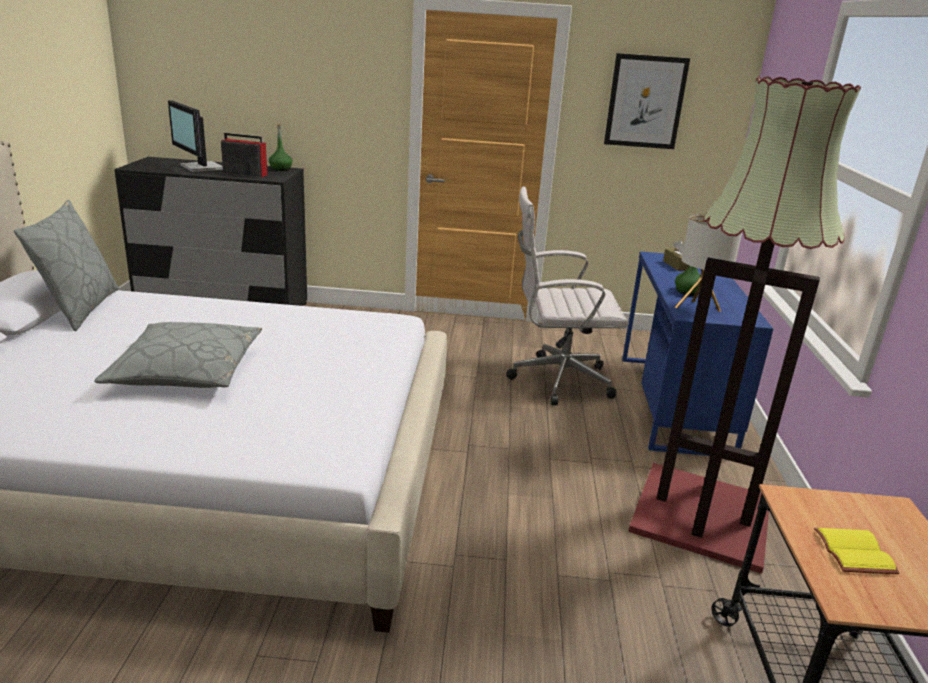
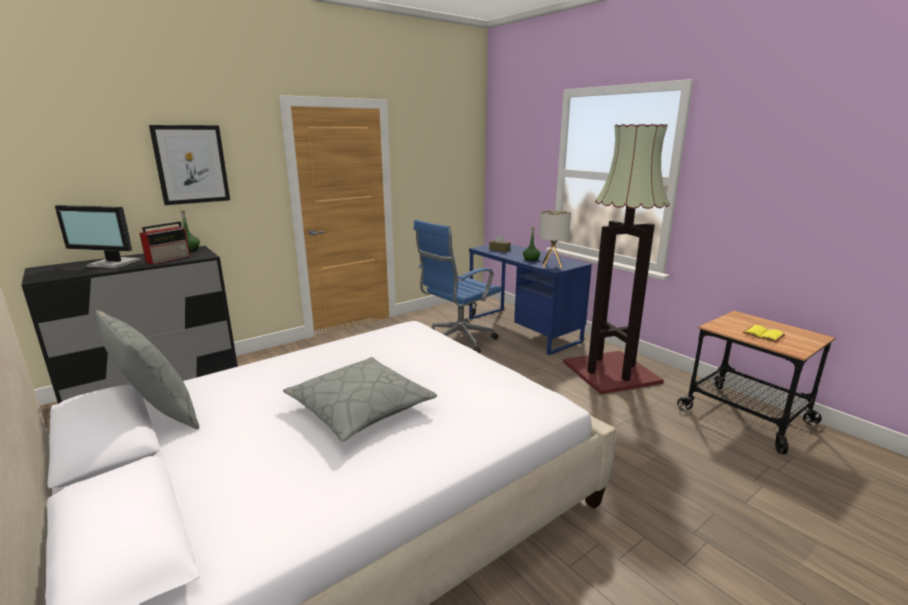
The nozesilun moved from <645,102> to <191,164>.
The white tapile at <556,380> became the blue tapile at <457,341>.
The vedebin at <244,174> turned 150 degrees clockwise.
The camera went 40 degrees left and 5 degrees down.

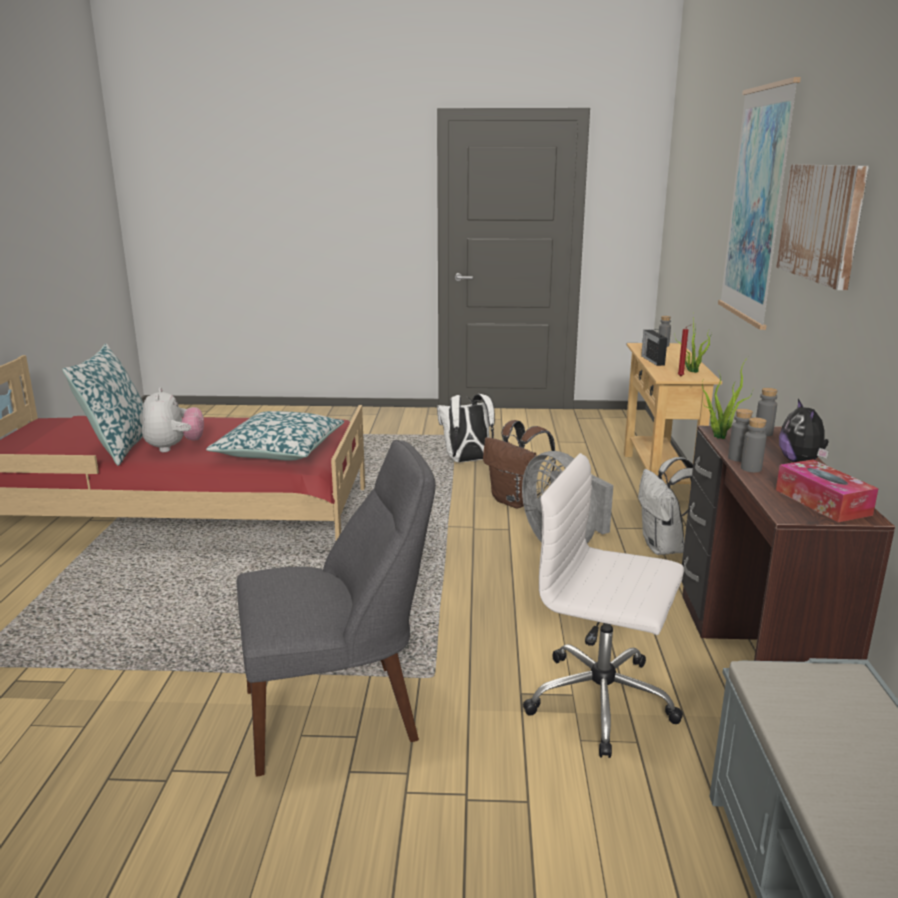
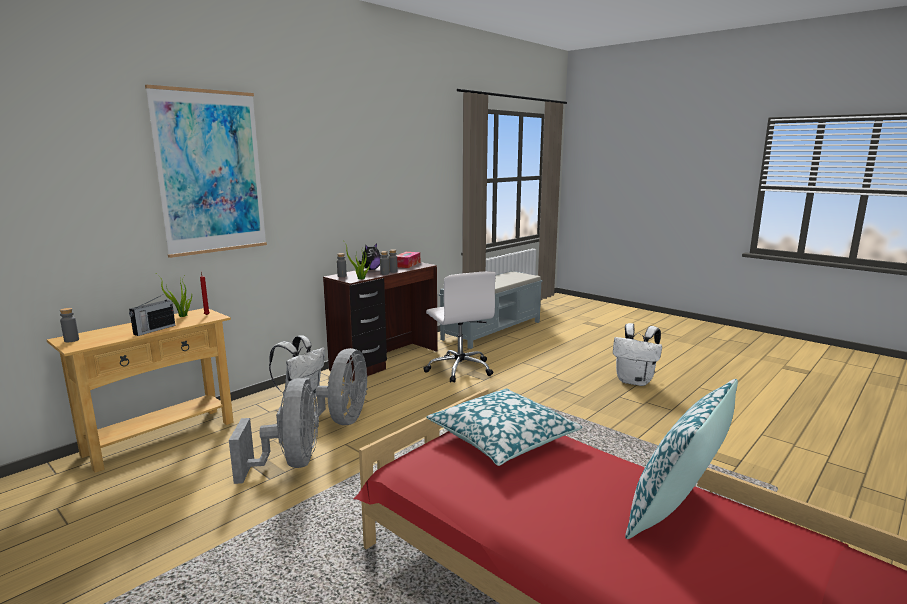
The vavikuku at <174,447> disappeared.
The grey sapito at <339,714> disappeared.
The nozesilun at <821,222> disappeared.
The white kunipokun moved from <467,461> to <635,381>.
The brown kunipokun at <516,501> was replaced by the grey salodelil at <290,463>.
The camera went 140 degrees left and 5 degrees down.

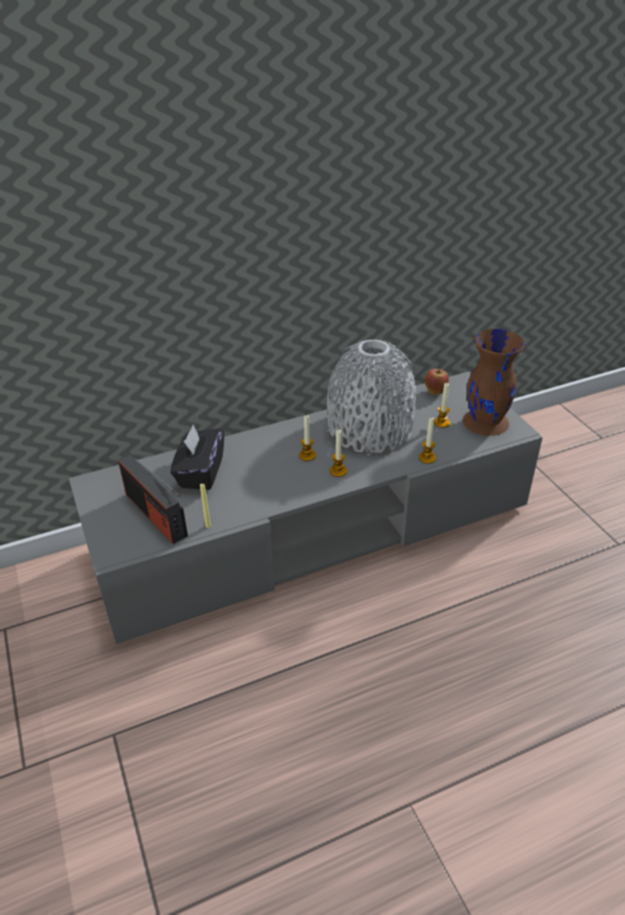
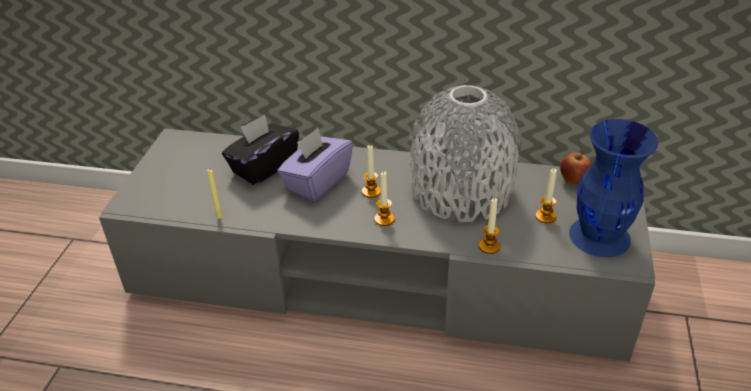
The vedebin at <156,515> disappeared.
The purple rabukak at <317,181> appeared.
The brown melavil at <486,421> became the blue melavil at <600,237>.
The camera went 35 degrees right and 0 degrees up.

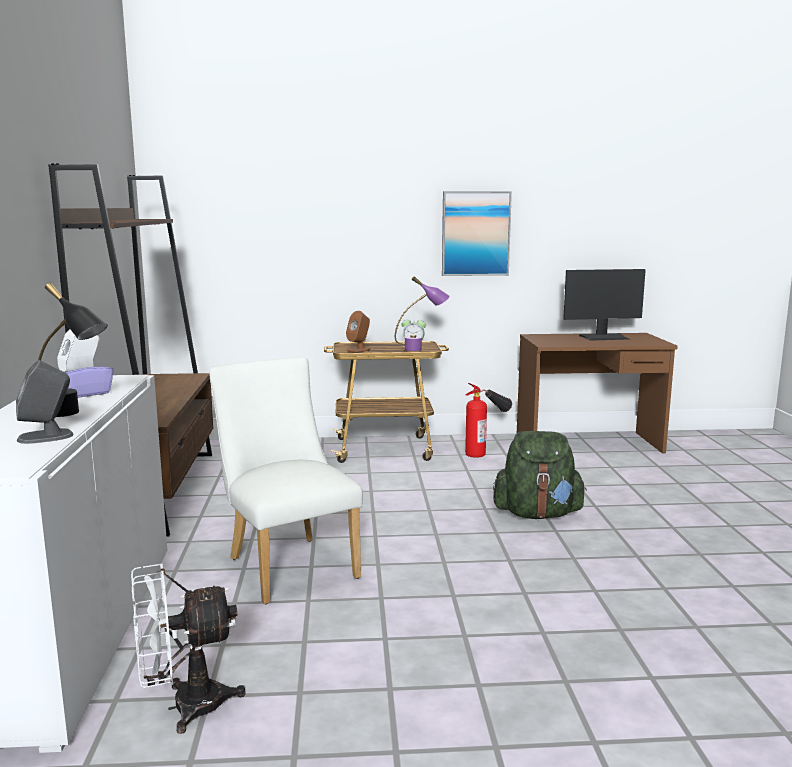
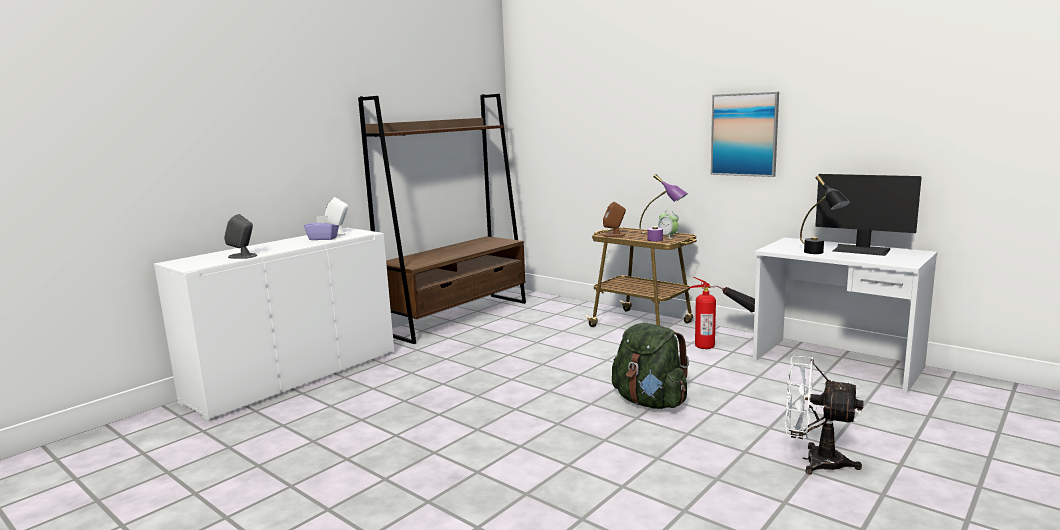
The white sapito at <287,564> disappeared.
The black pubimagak moved from <73,414> to <820,254>.
The white salodelil moved from <184,707> to <814,461>.
The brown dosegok at <588,444> became the white dosegok at <835,364>.
The camera went 45 degrees right and 0 degrees up.

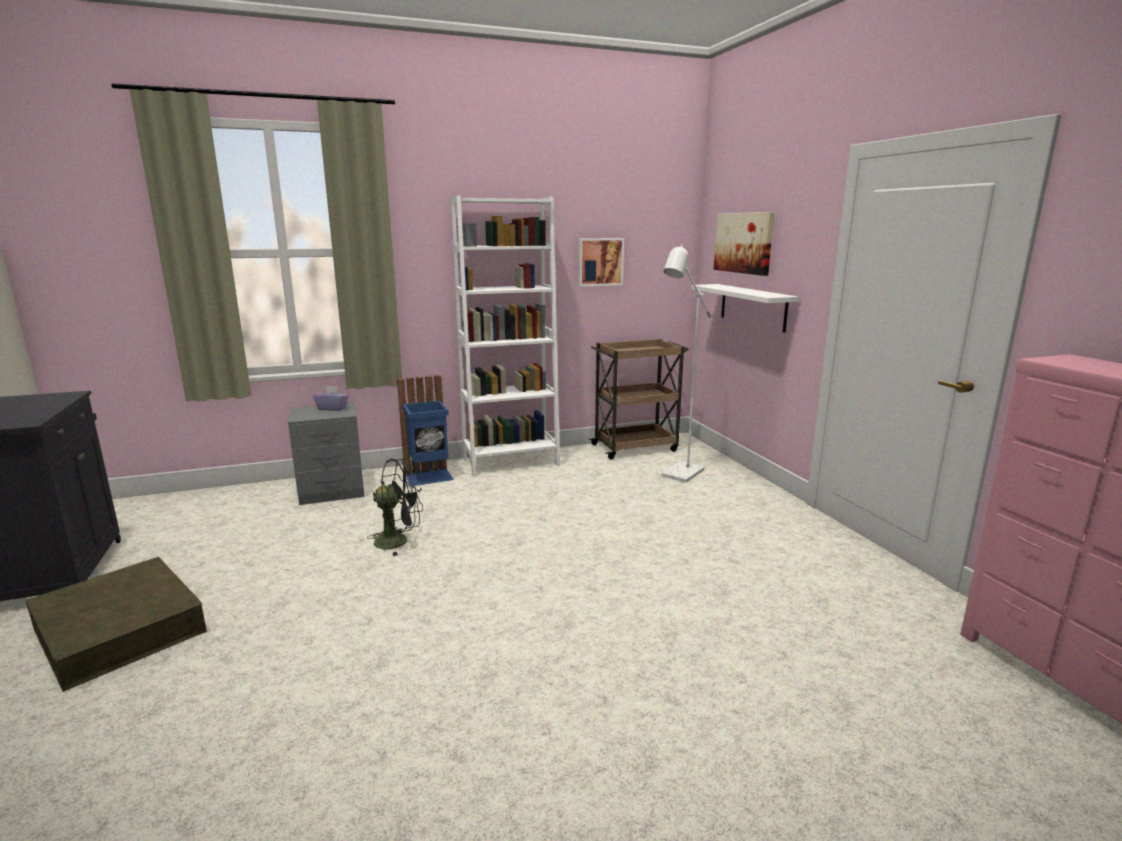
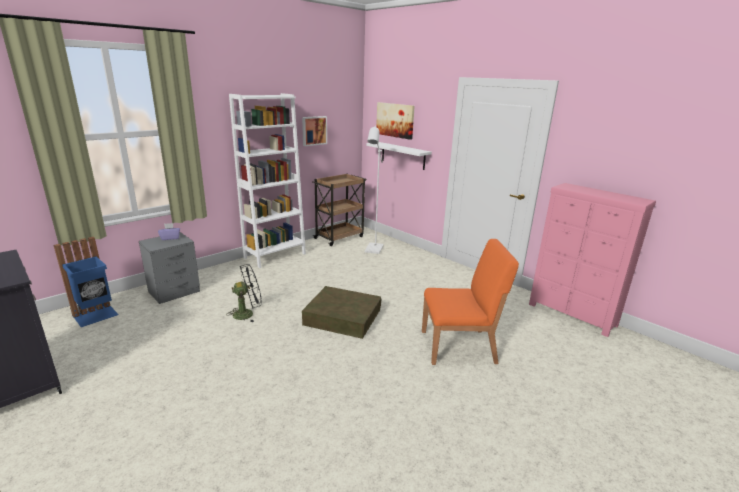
The orange sapito at <459,347> appeared.
The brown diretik moved from <120,630> to <342,317>.
The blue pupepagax moved from <429,477> to <96,316>.
The camera went 25 degrees left and 5 degrees up.

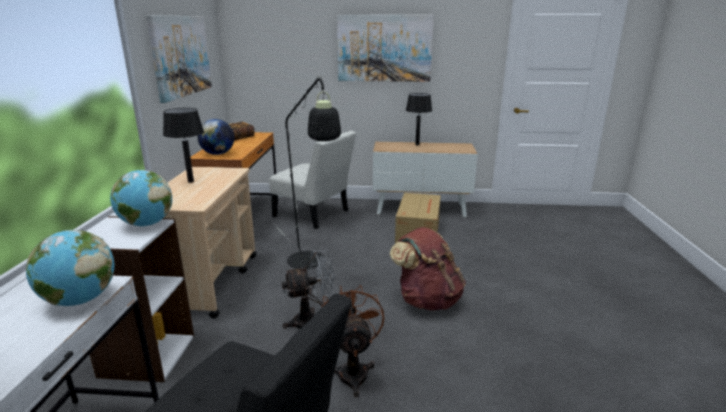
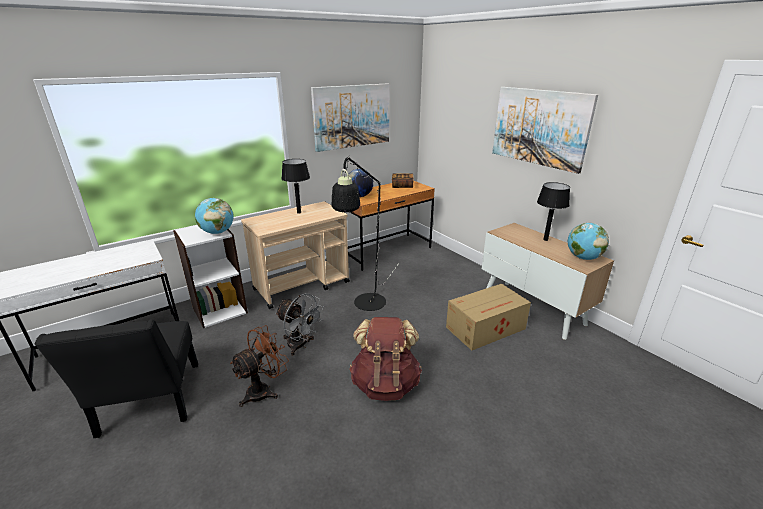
The white sapito at <314,215> disappeared.
The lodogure moved from <80,300> to <583,258>.
The camera went 50 degrees right and 5 degrees up.

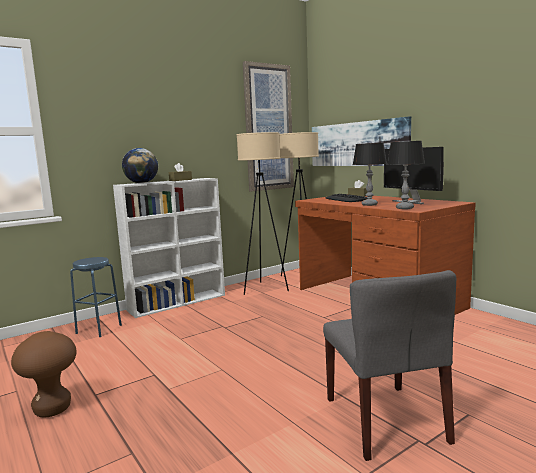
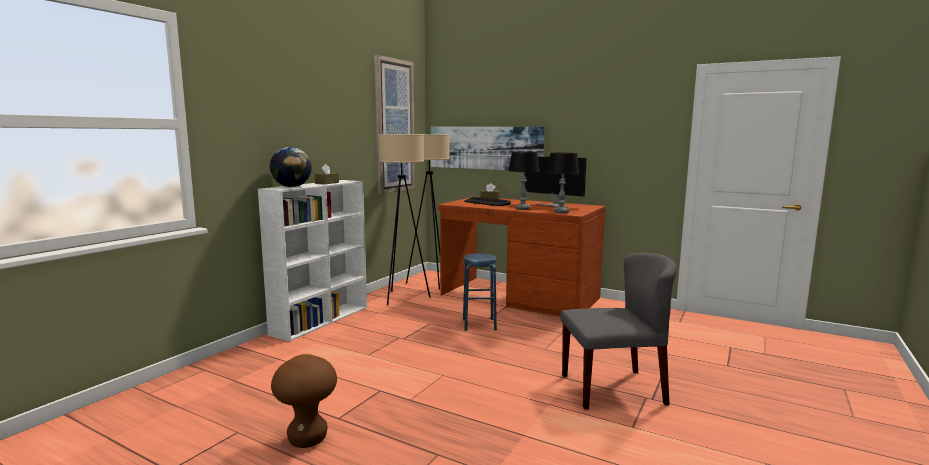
The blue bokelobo moved from <98,329> to <479,324>.
The grey sapito at <386,420> turned 60 degrees counterclockwise.
The camera went 25 degrees left and 0 degrees up.

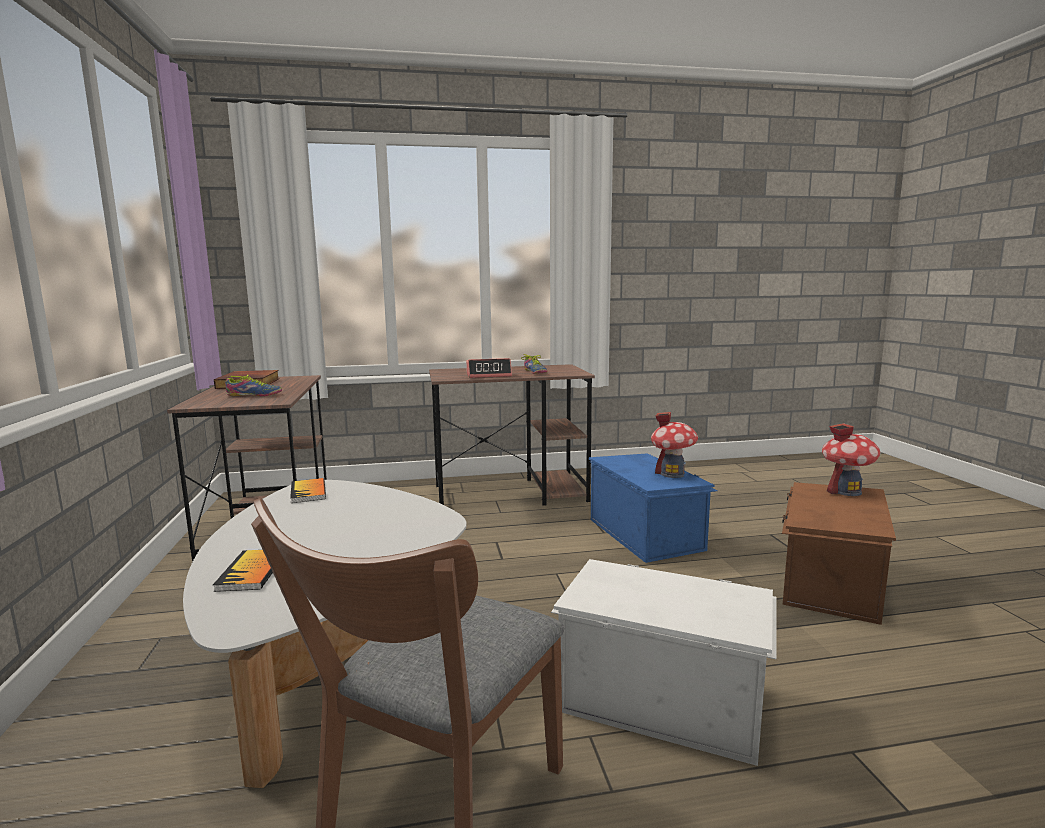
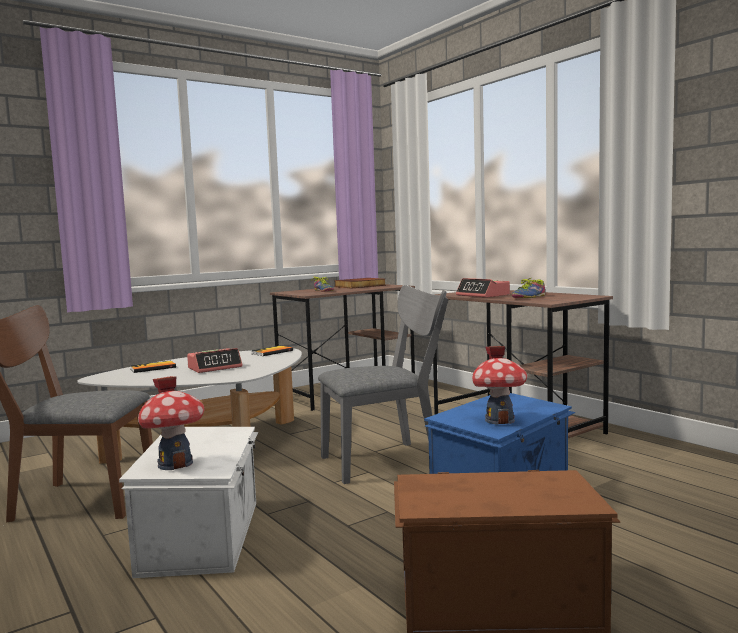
The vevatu at <215,367> appeared.
The grey sapito at <388,460> appeared.
The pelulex moved from <846,491> to <175,463>.
The camera went 65 degrees right and 5 degrees down.

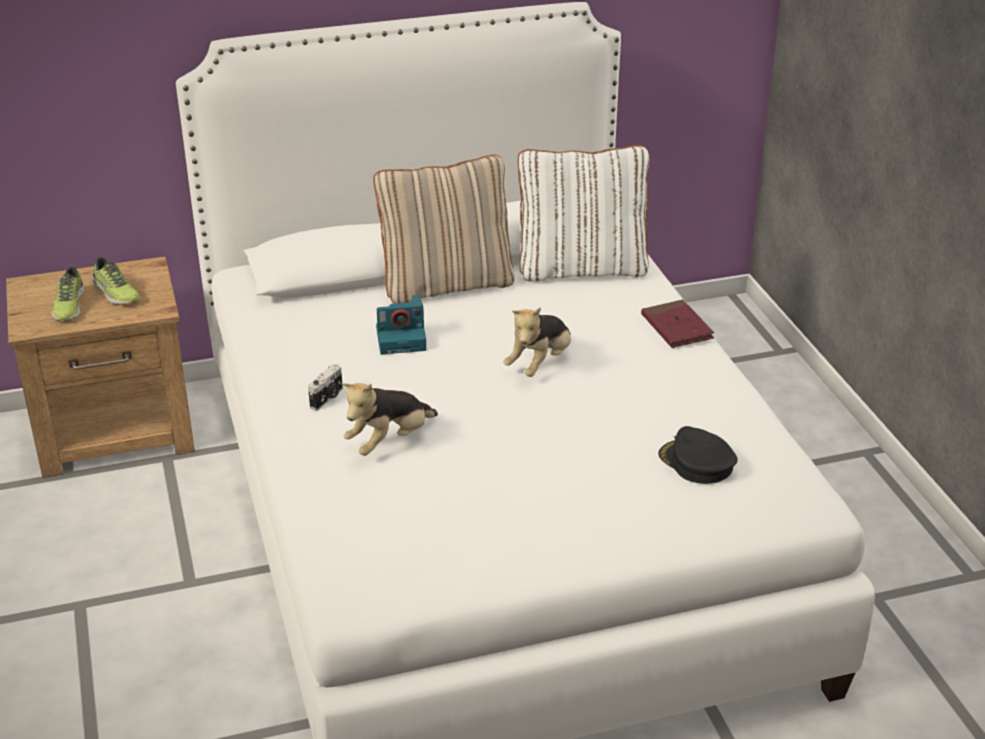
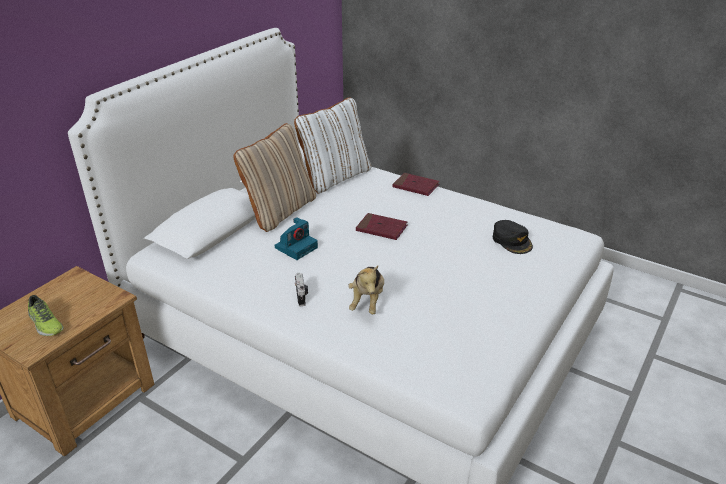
The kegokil at <115,293> disappeared.
The vavikuku at <540,364> was replaced by the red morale at <381,229>.
The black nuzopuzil at <696,463> turned 120 degrees counterclockwise.
The camera went 40 degrees left and 0 degrees up.

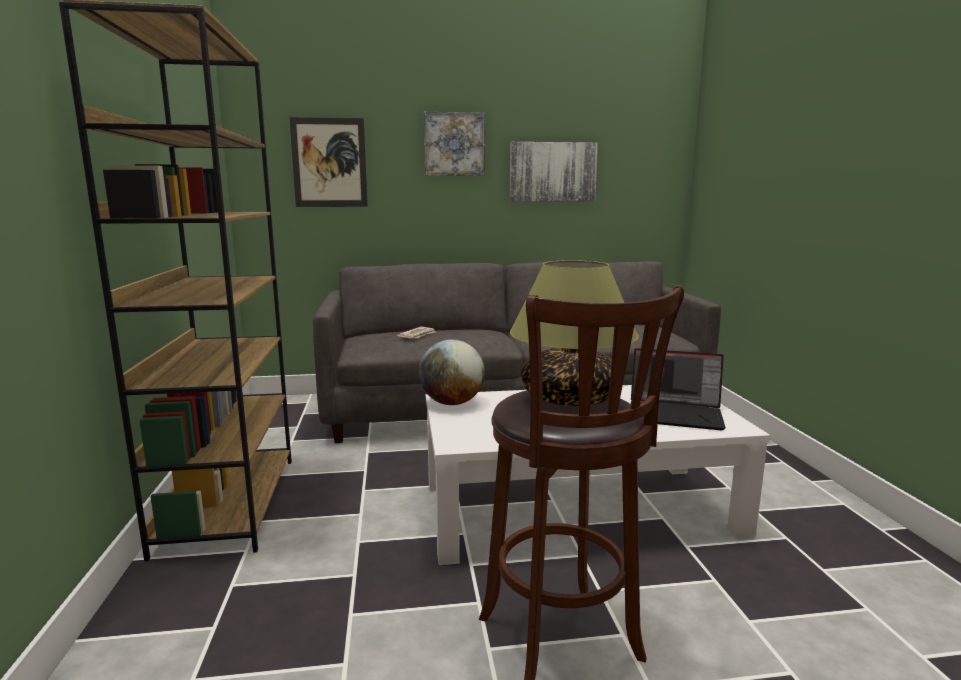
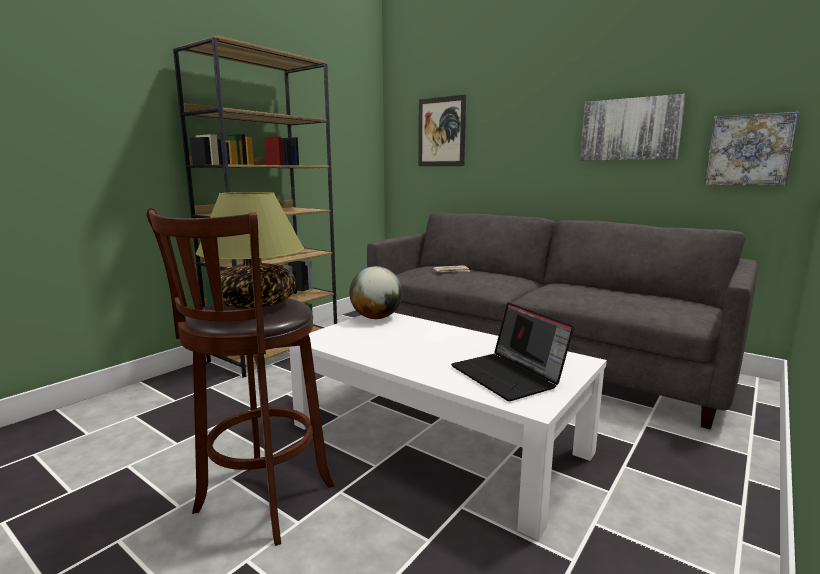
The nozesilun moved from <454,144> to <749,150>.
The camera went 45 degrees right and 0 degrees up.

